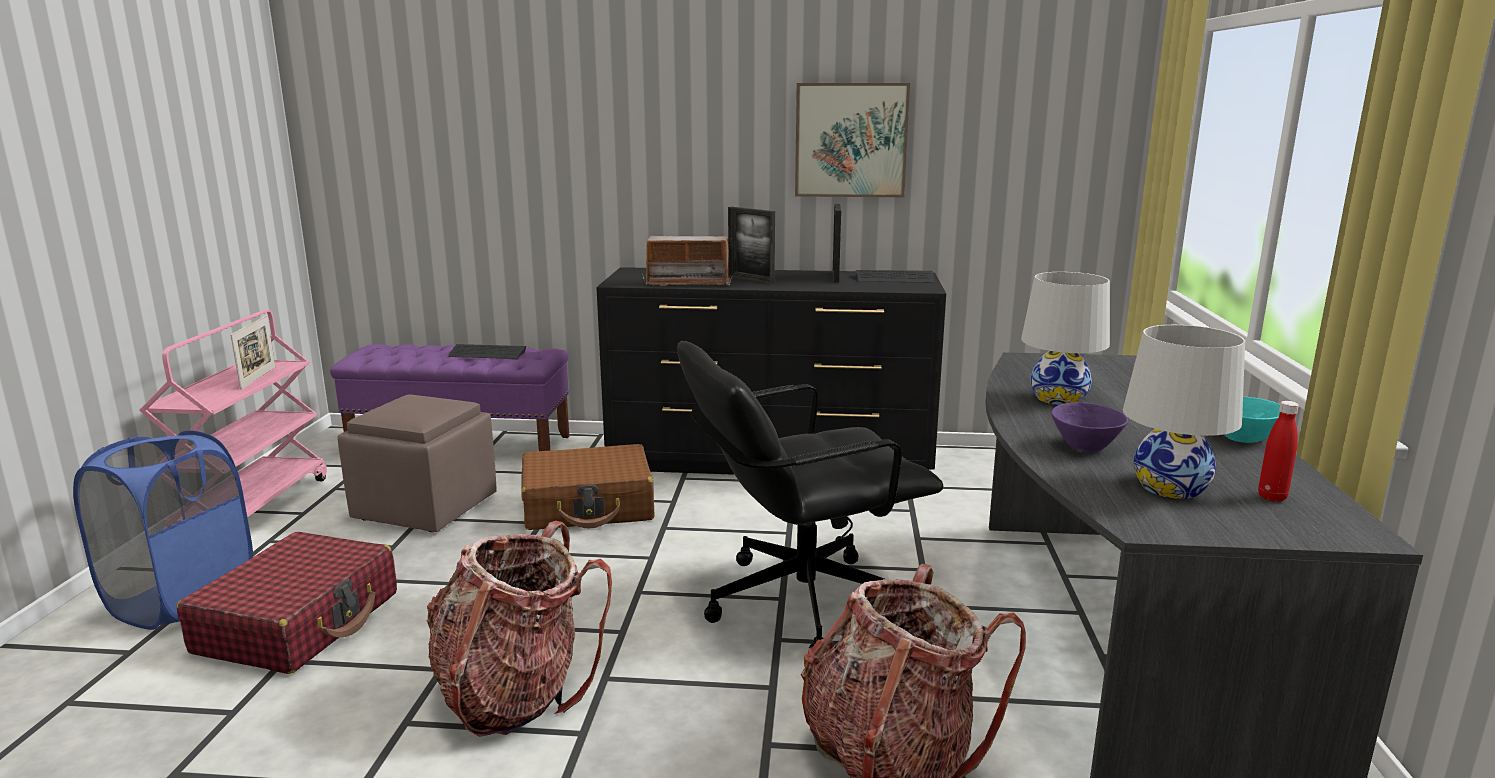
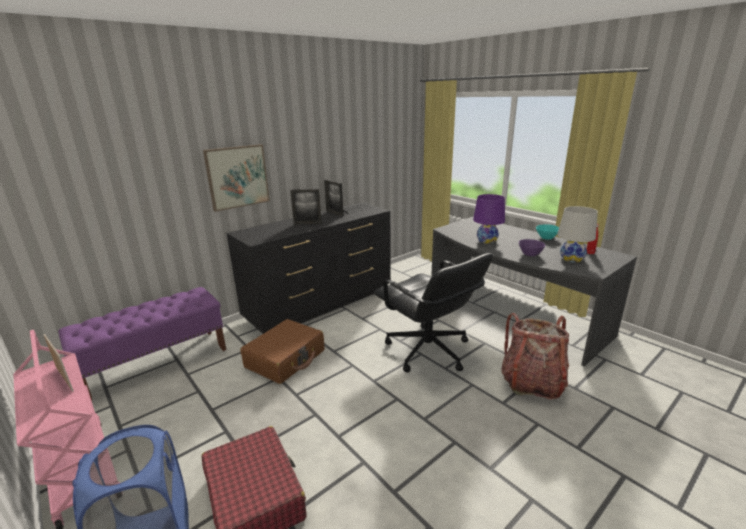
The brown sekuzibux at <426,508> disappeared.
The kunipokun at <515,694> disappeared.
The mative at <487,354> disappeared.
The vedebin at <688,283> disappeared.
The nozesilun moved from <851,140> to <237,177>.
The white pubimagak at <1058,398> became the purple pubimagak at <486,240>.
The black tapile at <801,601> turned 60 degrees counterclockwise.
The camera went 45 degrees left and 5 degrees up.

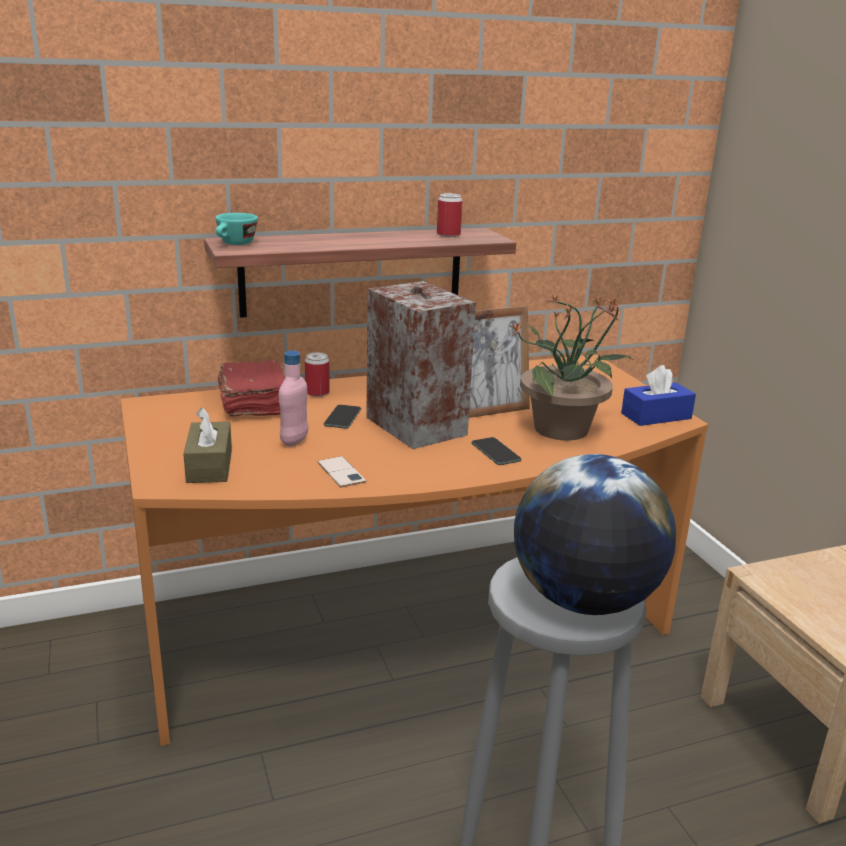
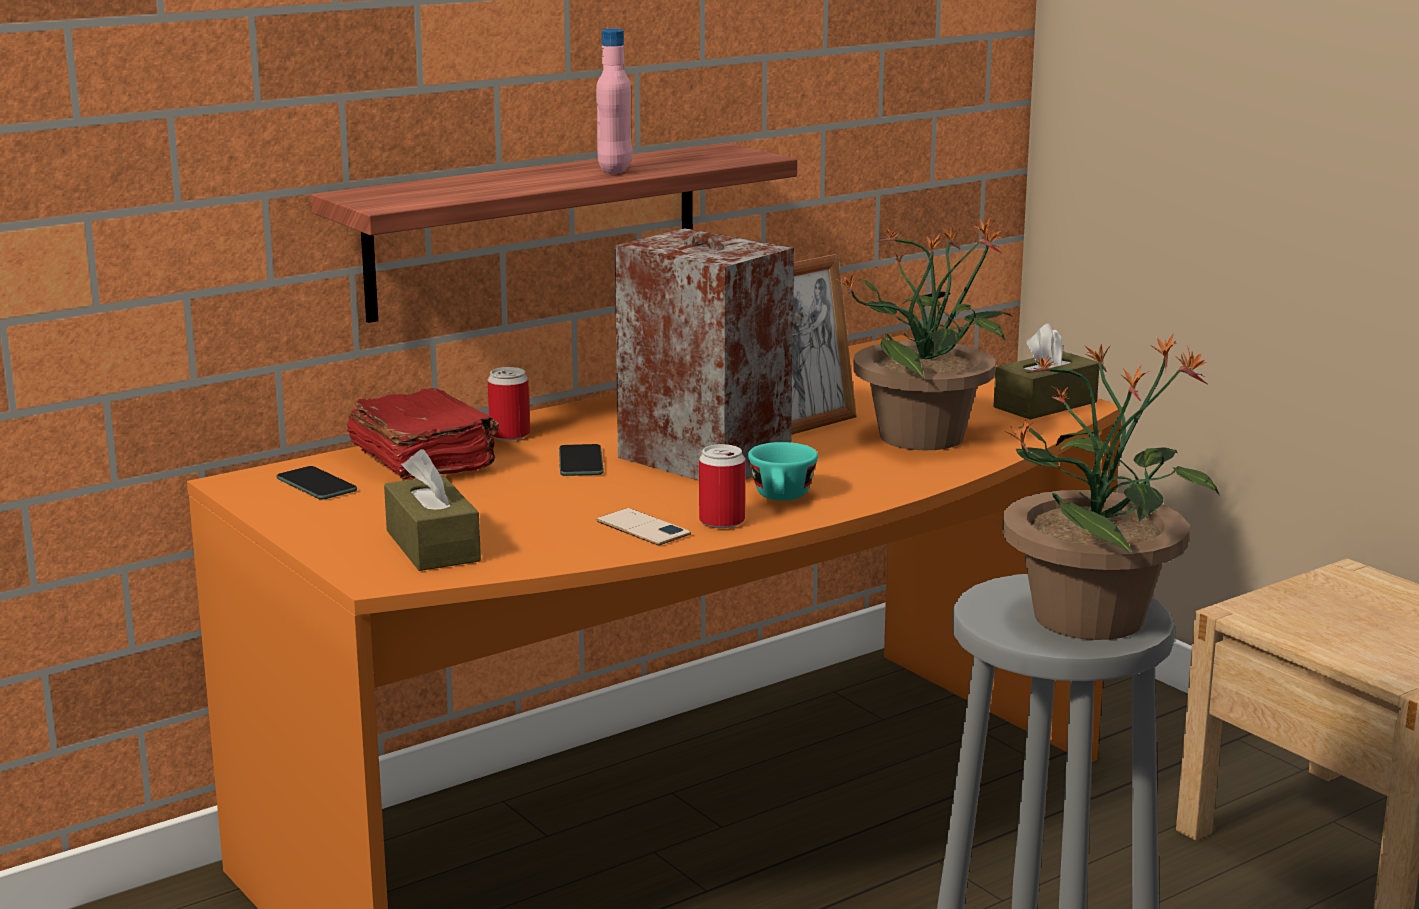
The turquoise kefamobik moved from <234,244> to <782,498>.
The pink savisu moved from <294,441> to <615,170>.
The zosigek moved from <448,235> to <721,521>.
The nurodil moved from <495,452> to <316,485>.
The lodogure at <584,600> was replaced by the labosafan at <1091,617>.
The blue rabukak at <656,416> became the brown rabukak at <1045,405>.
The camera went 15 degrees left and 5 degrees down.

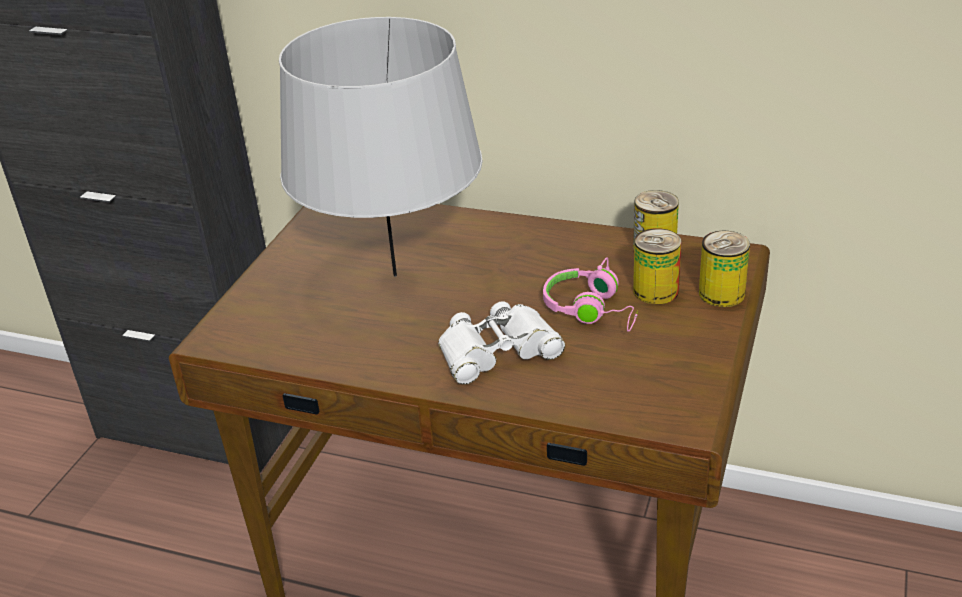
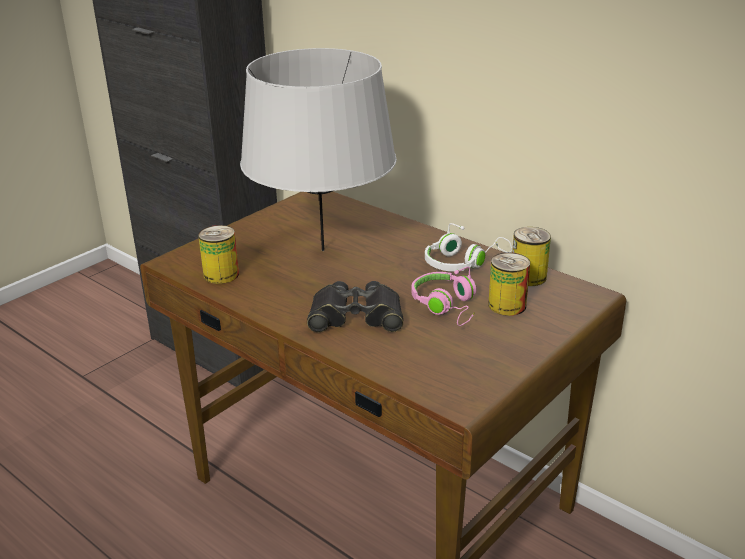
The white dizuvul at <462,262> appeared.
The zosigek moved from <721,294> to <221,274>.
The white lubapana at <497,351> became the black lubapana at <356,316>.
The camera went 20 degrees right and 5 degrees down.

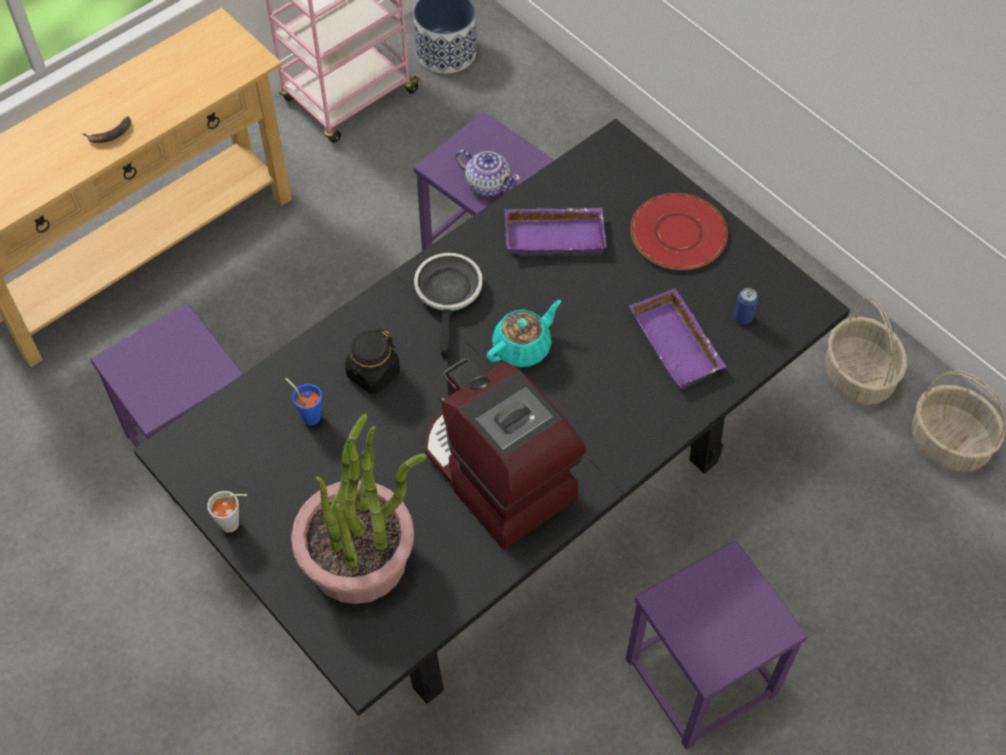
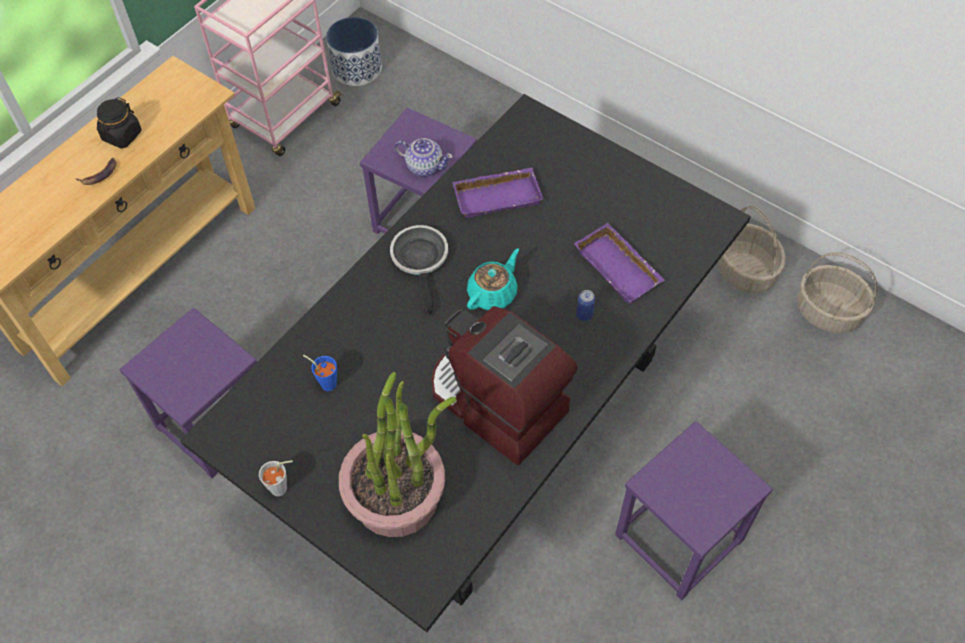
The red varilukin at <678,233> disappeared.
The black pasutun moved from <373,373> to <122,135>.
The zosigek moved from <743,317> to <584,314>.
The camera went 10 degrees left and 0 degrees up.

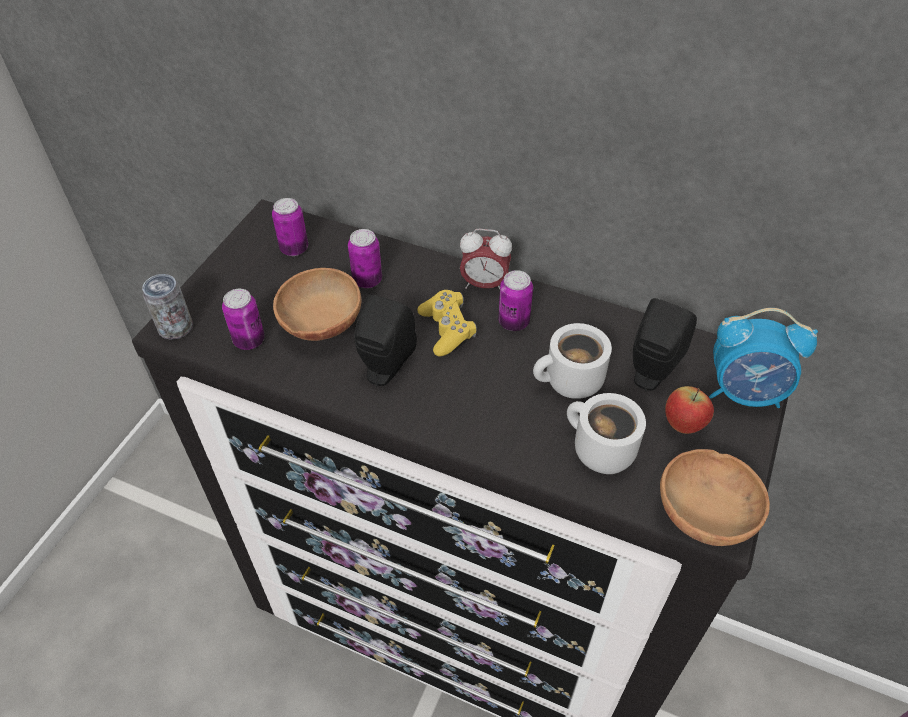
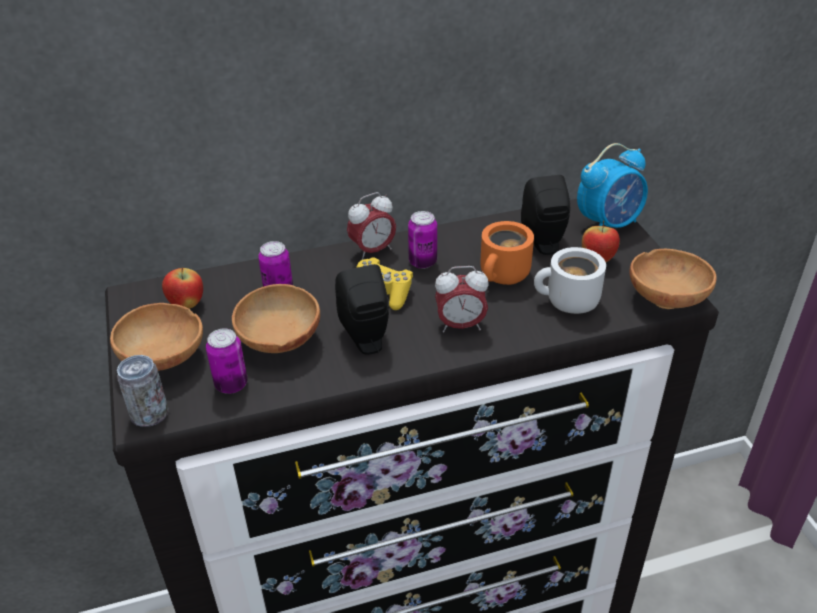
The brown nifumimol at <165,358> appeared.
The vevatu at <460,325> appeared.
The zosigek at <294,249> was replaced by the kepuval at <187,305>.
The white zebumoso at <570,383> became the orange zebumoso at <504,276>.
The camera went 40 degrees left and 10 degrees down.

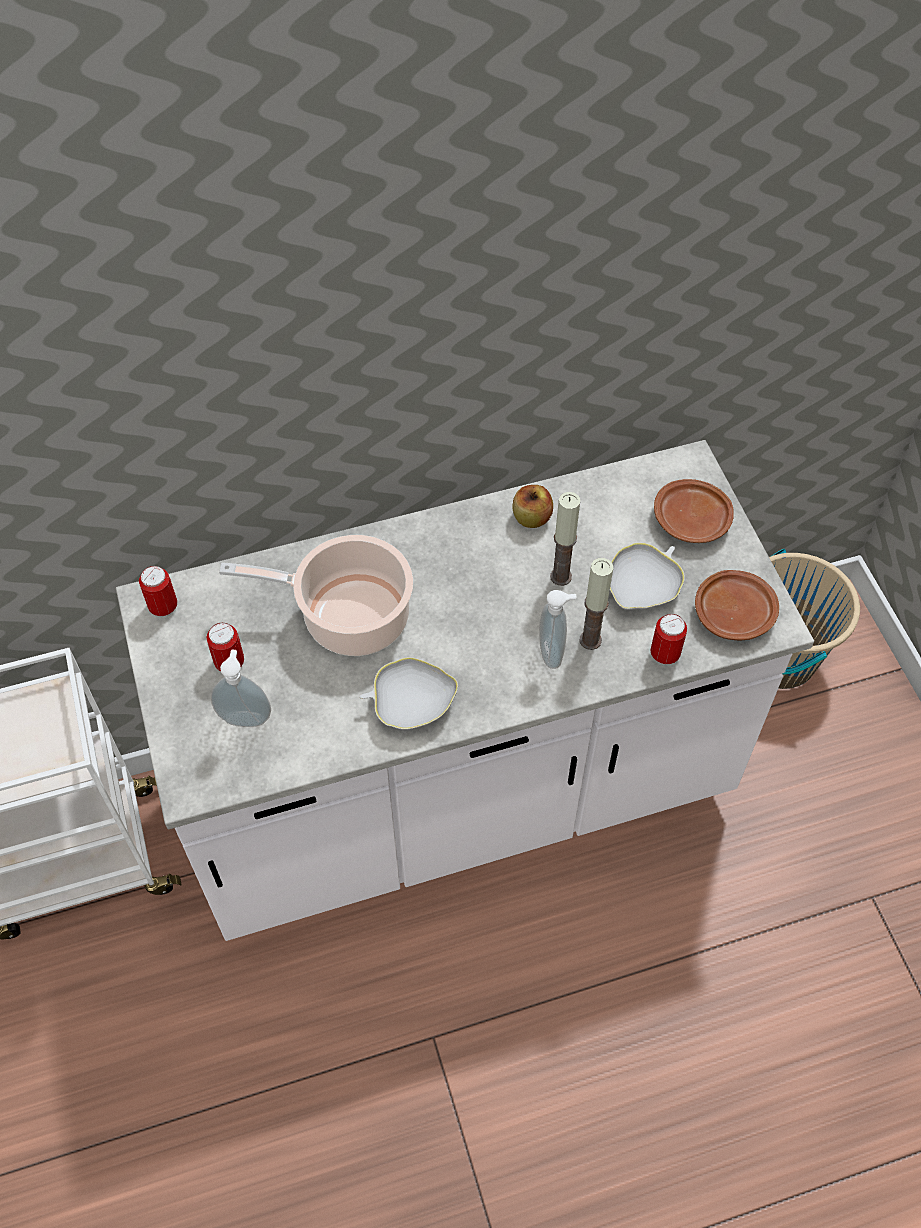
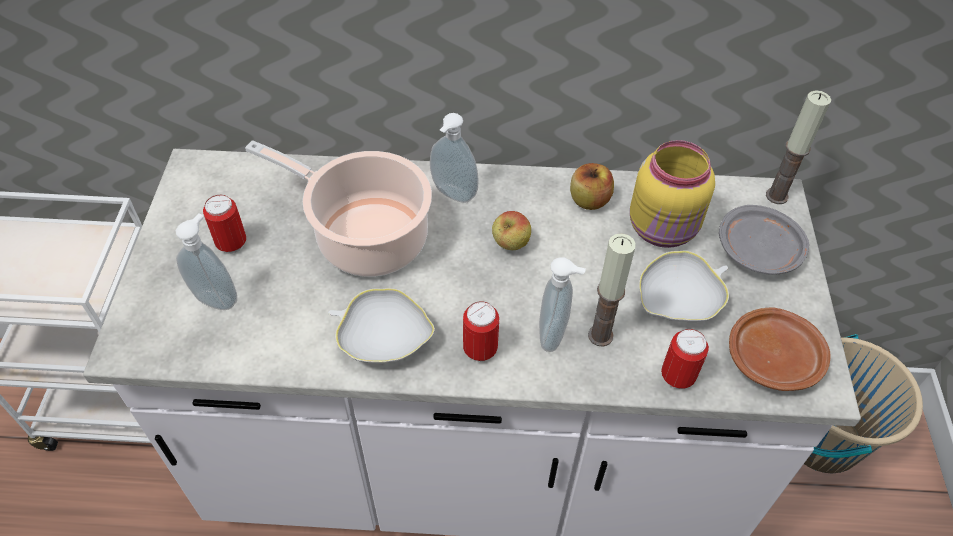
The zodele at <452,195> appeared.
The kepuval at <510,245> appeared.
The yellow pasutun at <664,229> appeared.
The zosigek moved from <163,607> to <480,350>.
The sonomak moved from <560,576> to <776,196>.
The brown varilukin at <692,521> became the grey varilukin at <759,251>.
The camera went 20 degrees right and 5 degrees down.

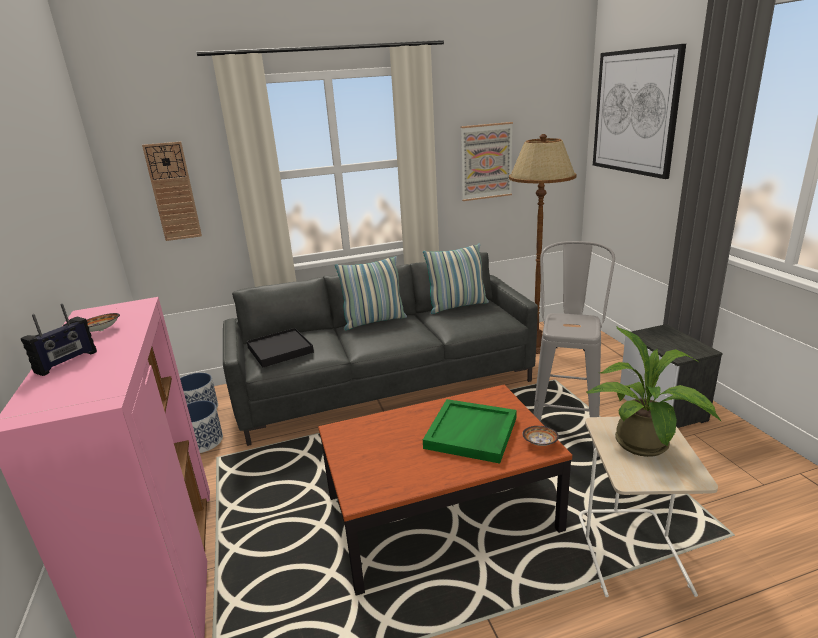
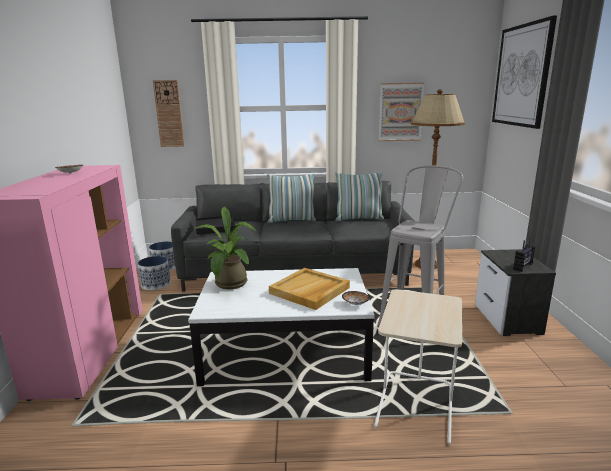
The vedebin moved from <67,362> to <523,267>.
The labosafan moved from <645,447> to <230,285>.
The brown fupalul at <441,512> became the white fupalul at <285,352>.
The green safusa at <471,433> became the beige safusa at <309,291>.
The camera went 15 degrees right and 5 degrees down.

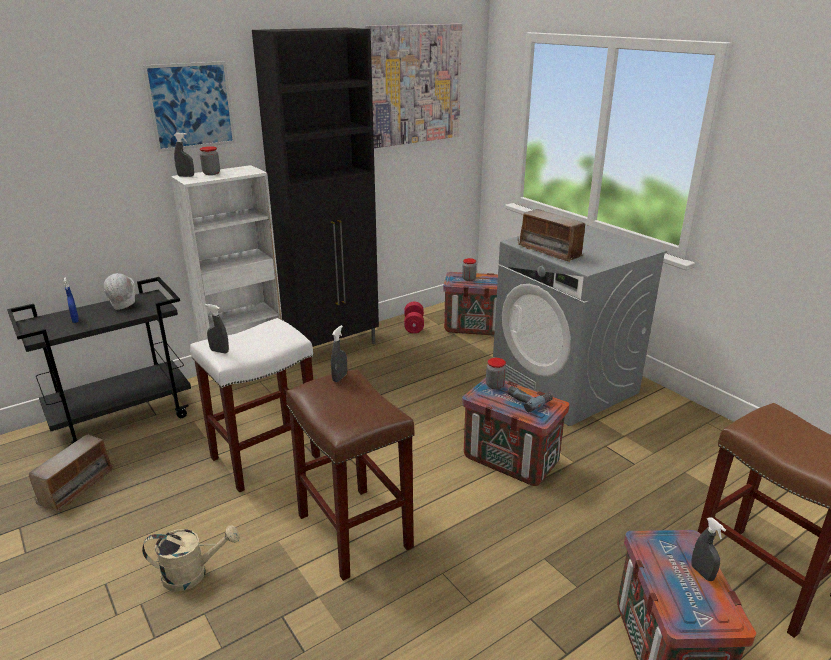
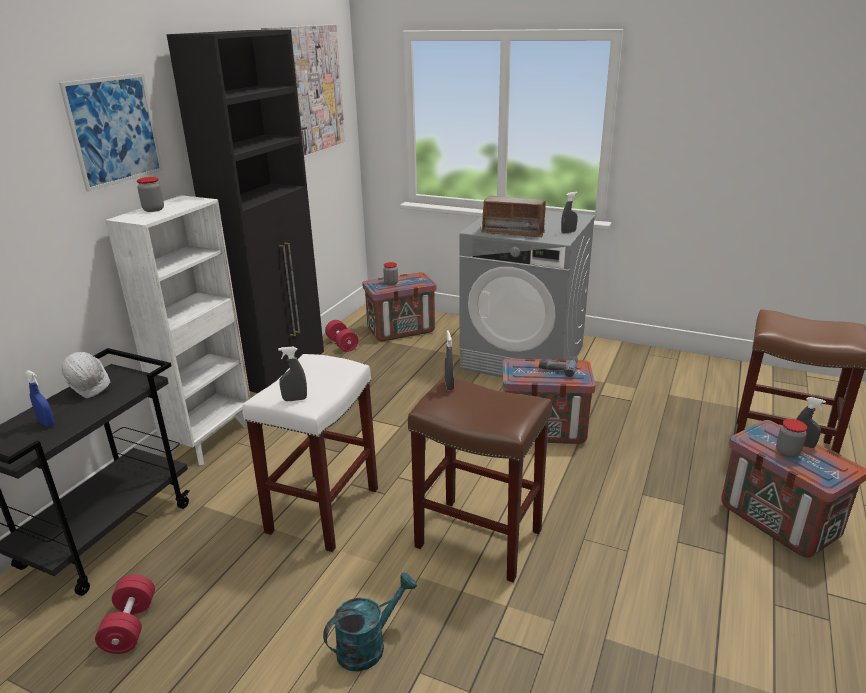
The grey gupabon moved from <186,176> to <568,232>.
The pasutun moved from <495,385> to <787,452>.
The vedebin at <77,486> was replaced by the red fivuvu at <130,626>.
The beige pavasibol at <193,574> became the turquoise pavasibol at <368,645>.
The camera went 30 degrees left and 0 degrees up.

